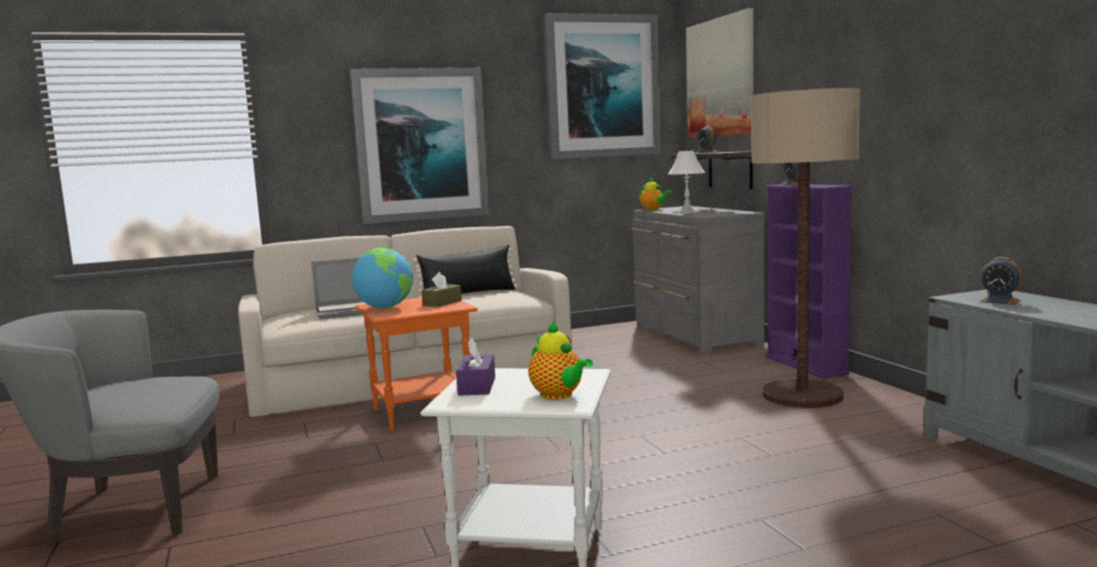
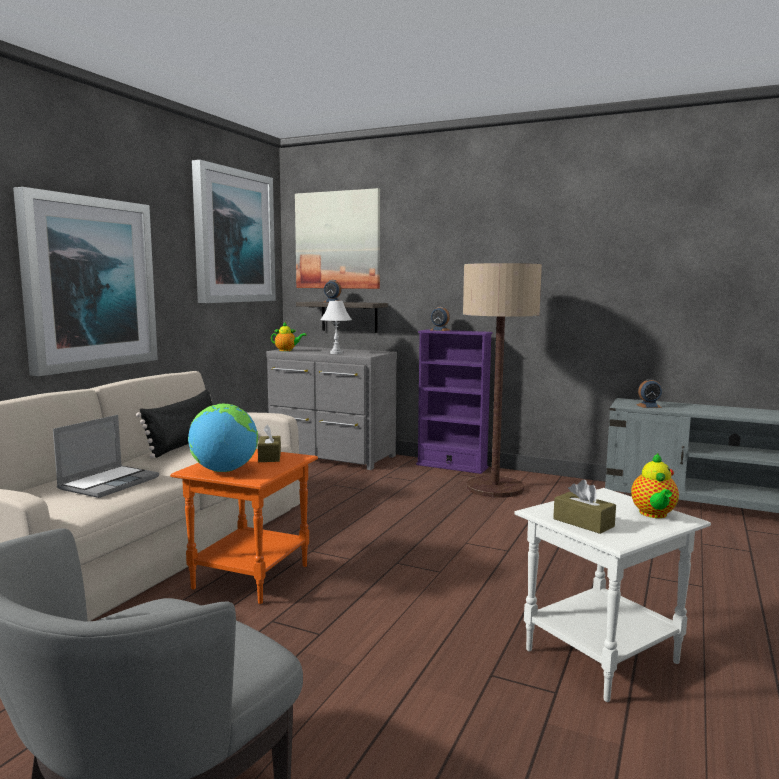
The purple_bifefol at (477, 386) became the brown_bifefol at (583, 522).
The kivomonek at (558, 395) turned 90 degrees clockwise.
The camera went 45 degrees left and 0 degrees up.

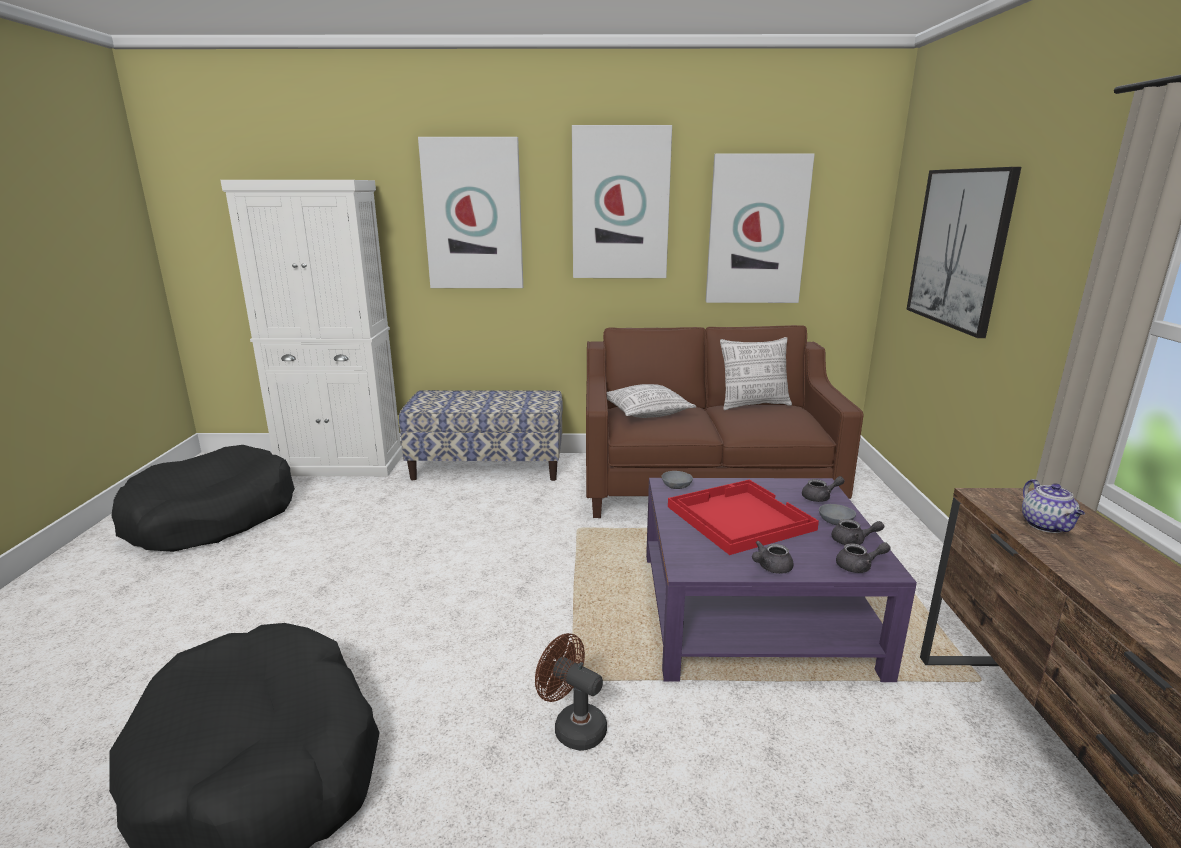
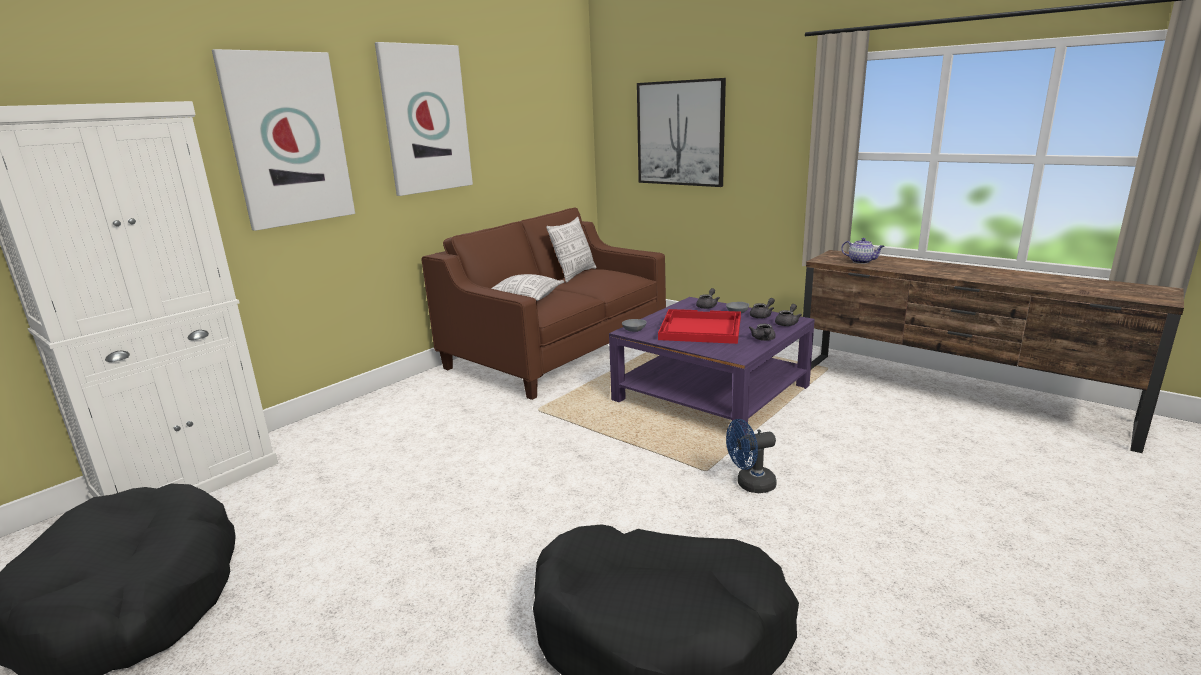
The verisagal at (488, 467) disappeared.
The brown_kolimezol at (573, 726) became the blue_kolimezol at (750, 485).
The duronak at (756, 230) disappeared.
The camera went 50 degrees left and 0 degrees up.

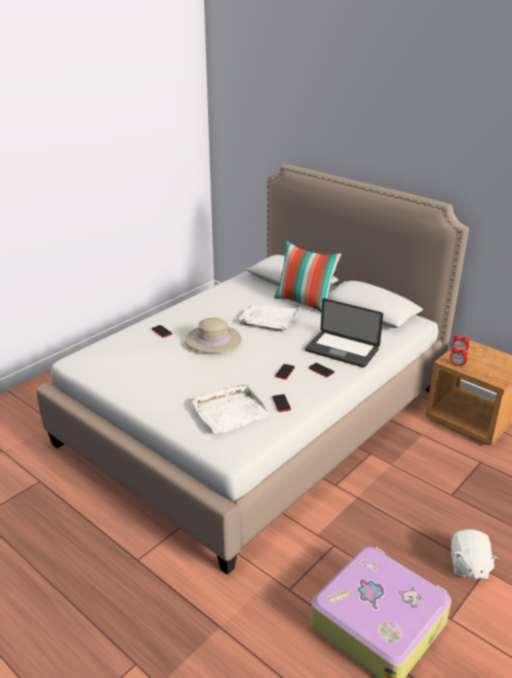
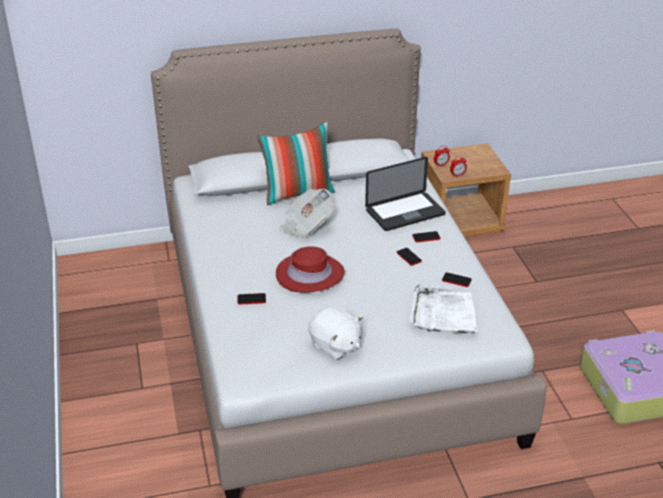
The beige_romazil at (213, 341) became the red_romazil at (310, 274).
The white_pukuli at (269, 319) was replaced by the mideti at (306, 225).
The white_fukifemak moved from (468, 566) to (335, 346).
The camera went 55 degrees left and 5 degrees up.

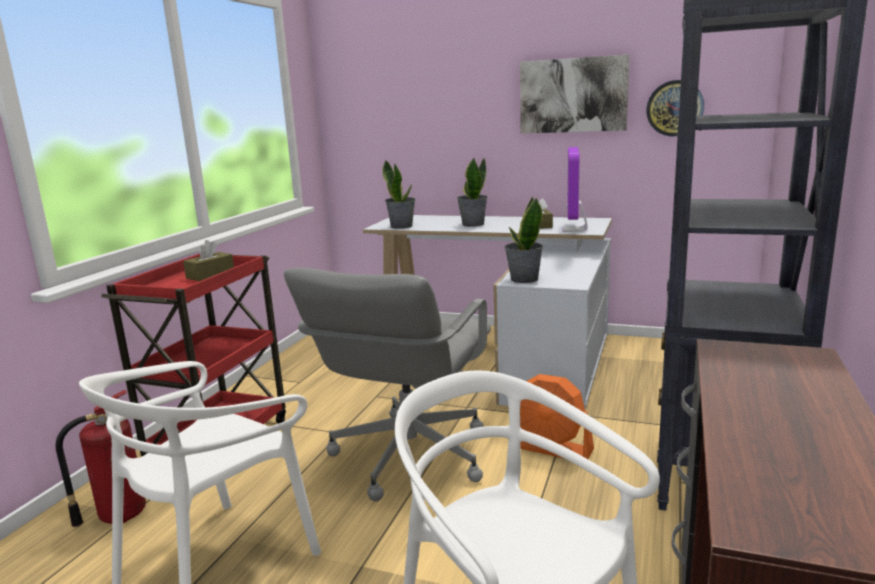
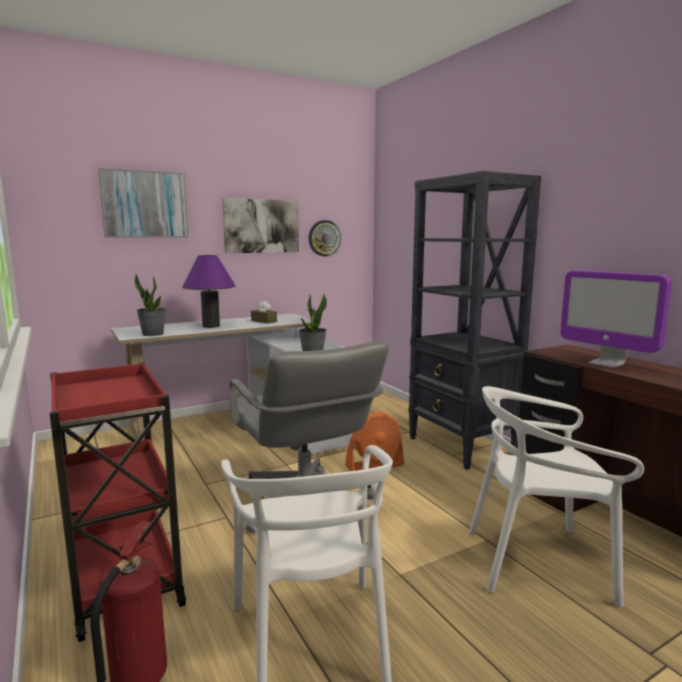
The brown_bifefol at (210, 275) disappeared.
The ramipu at (472, 224) was replaced by the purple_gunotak at (211, 326).
The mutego moved from (574, 229) to (606, 363).
The duronak at (144, 204) appeared.
The camera went 50 degrees left and 5 degrees down.

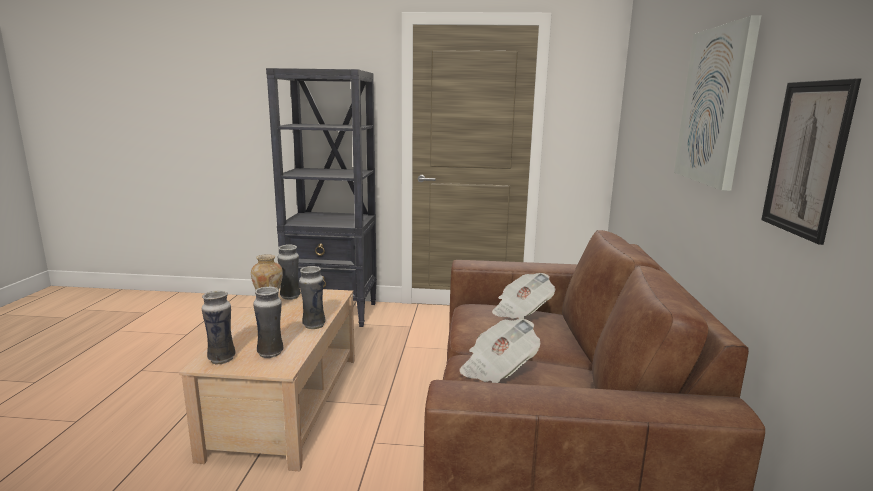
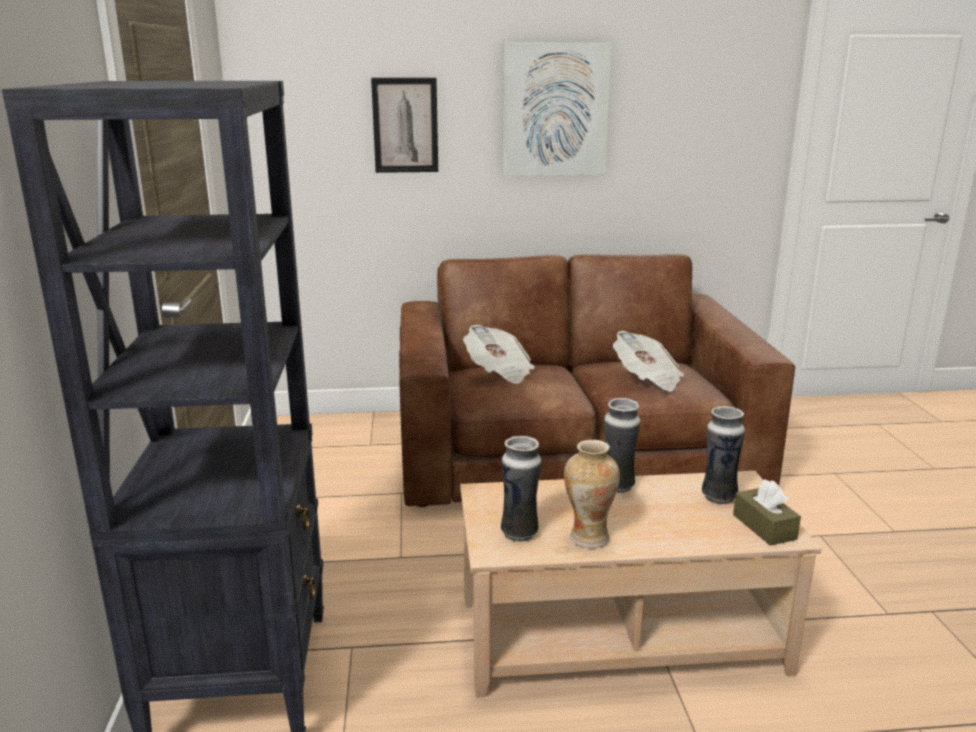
The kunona at (221, 359) was replaced by the brown_bifefol at (764, 527).
The duronak moved from (806, 159) to (405, 125).
The camera went 100 degrees left and 5 degrees up.

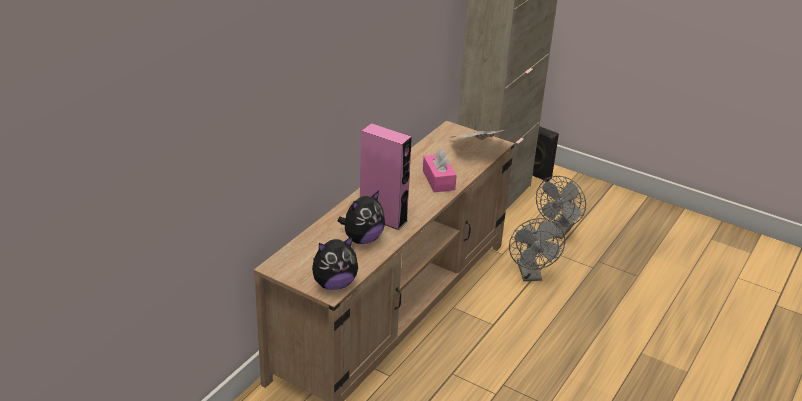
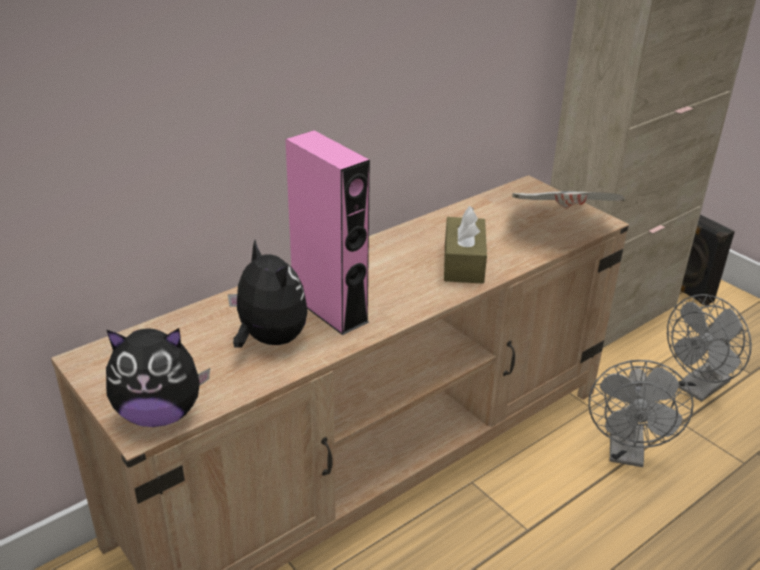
The fukifemak at (362, 239) turned 105 degrees counterclockwise.
The pink_bifefol at (438, 180) became the brown_bifefol at (463, 263).
The camera went 20 degrees right and 0 degrees up.

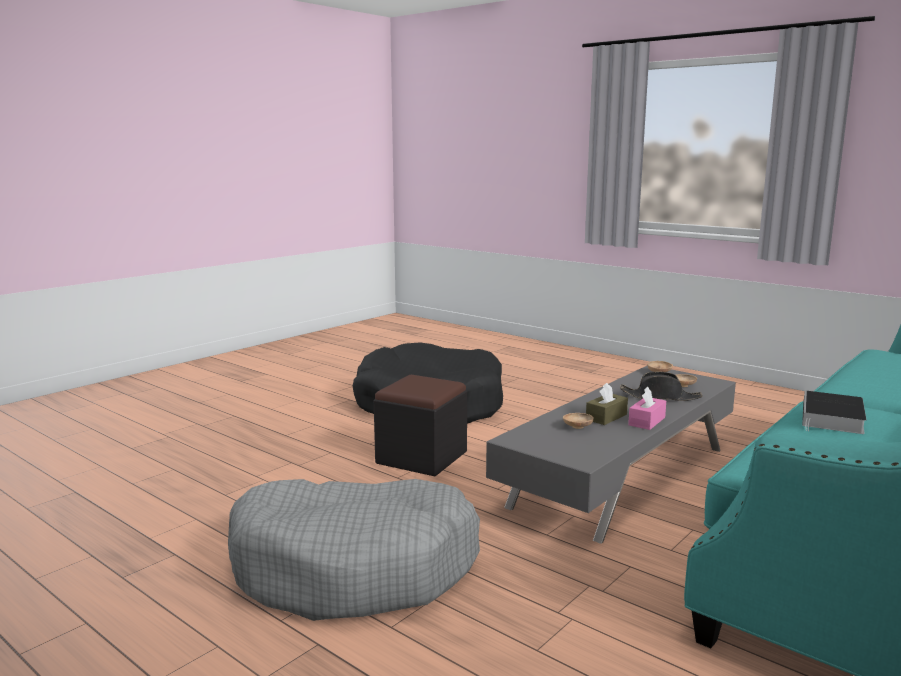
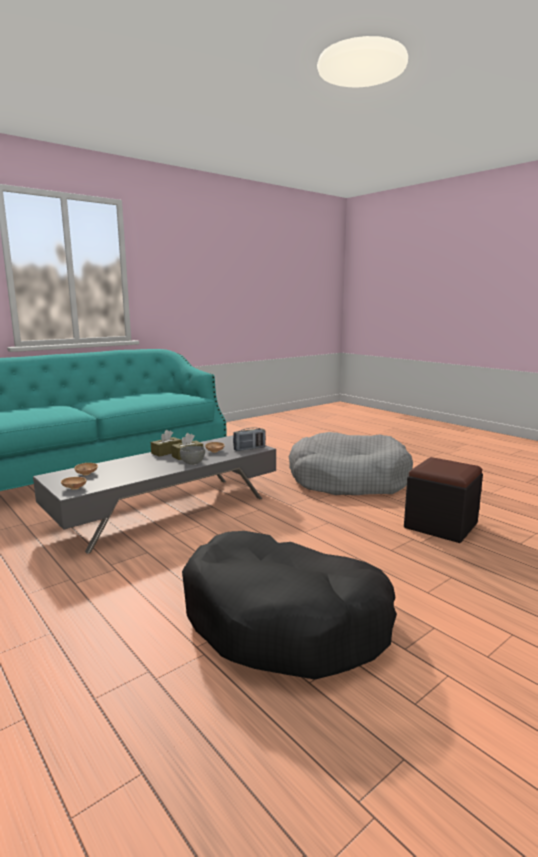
The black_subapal moved from (421, 457) to (440, 525).
The black_romazil at (660, 397) disappeared.
The pink_bifefol at (646, 421) became the brown_bifefol at (166, 452).
The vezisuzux at (832, 418) disappeared.
The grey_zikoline at (192, 463) appeared.
The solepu at (249, 449) appeared.
The camera went 170 degrees left and 0 degrees up.

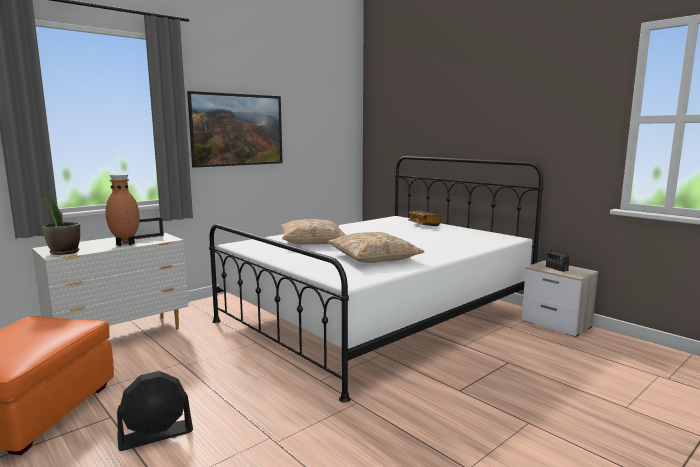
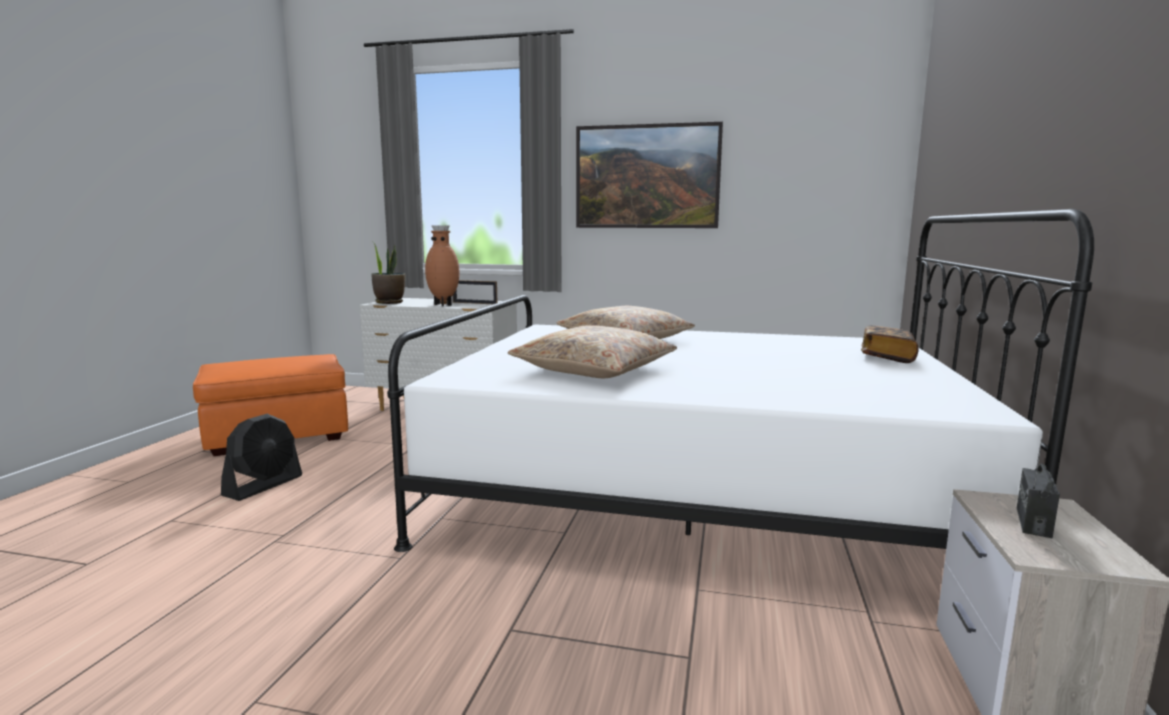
The black_kolimezol at (156, 435) turned 90 degrees counterclockwise.
The camera went 55 degrees right and 0 degrees up.

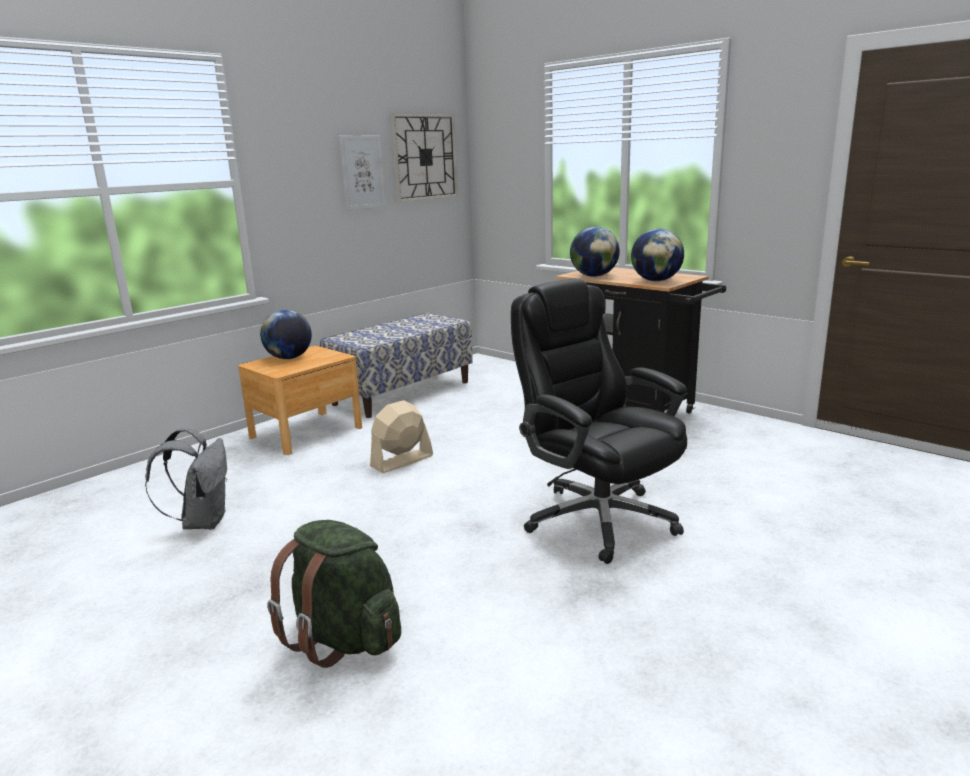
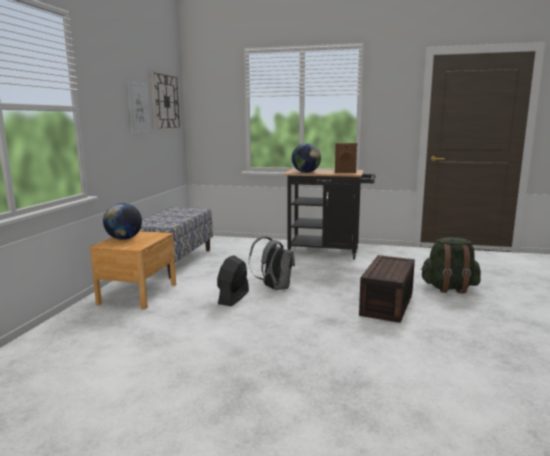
The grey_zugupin moved from (203, 521) to (274, 288).
The green_zugupin moved from (344, 638) to (449, 288).
The beige_kolimezol at (401, 461) became the black_kolimezol at (233, 297).
The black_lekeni at (597, 519) was replaced by the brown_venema at (386, 303).
The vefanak at (656, 280) was replaced by the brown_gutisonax at (345, 172).
The camera went 30 degrees left and 5 degrees down.

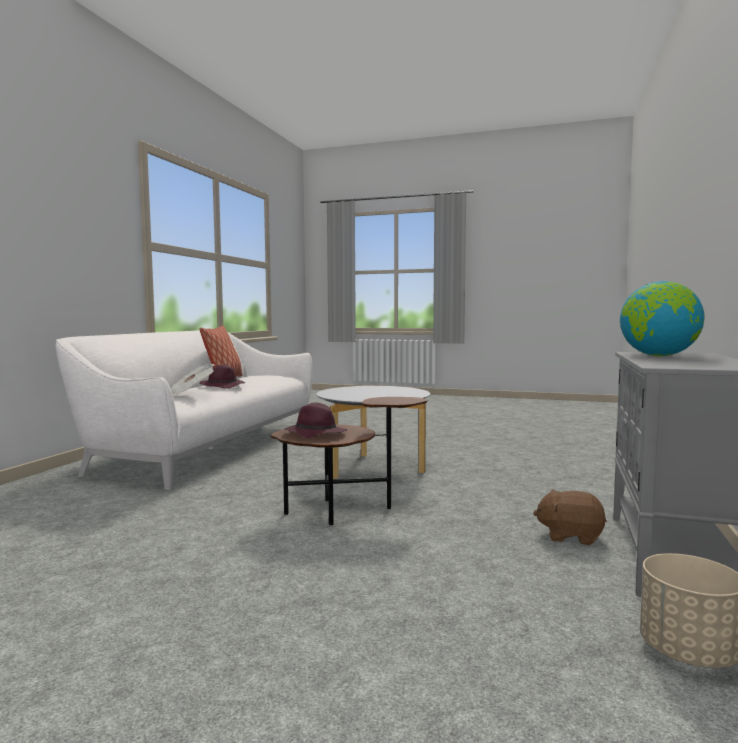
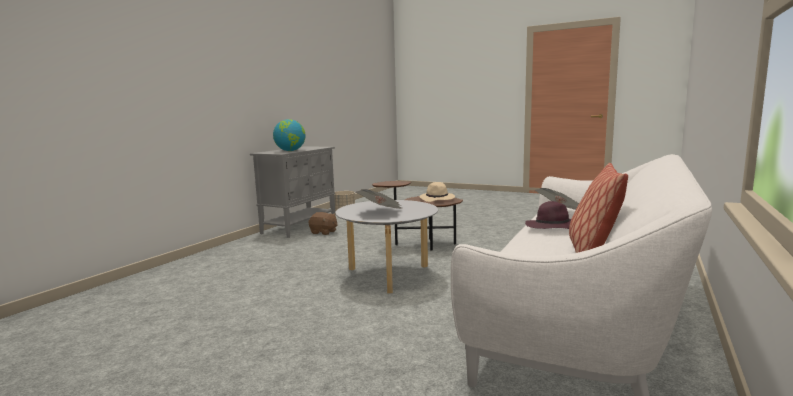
The purple_romazil at (315, 434) became the beige_romazil at (437, 199).
The mideti at (381, 212) appeared.
The camera went 170 degrees left and 5 degrees up.

